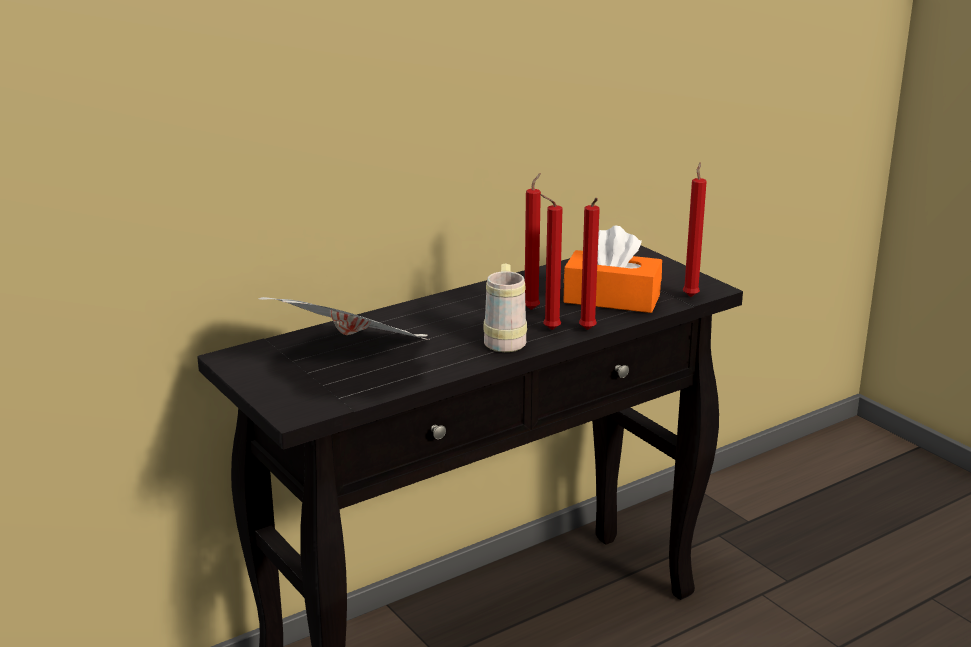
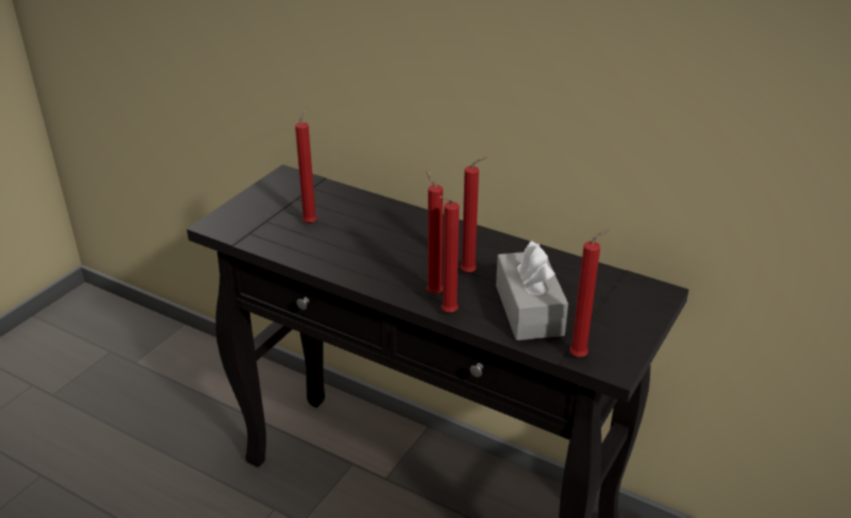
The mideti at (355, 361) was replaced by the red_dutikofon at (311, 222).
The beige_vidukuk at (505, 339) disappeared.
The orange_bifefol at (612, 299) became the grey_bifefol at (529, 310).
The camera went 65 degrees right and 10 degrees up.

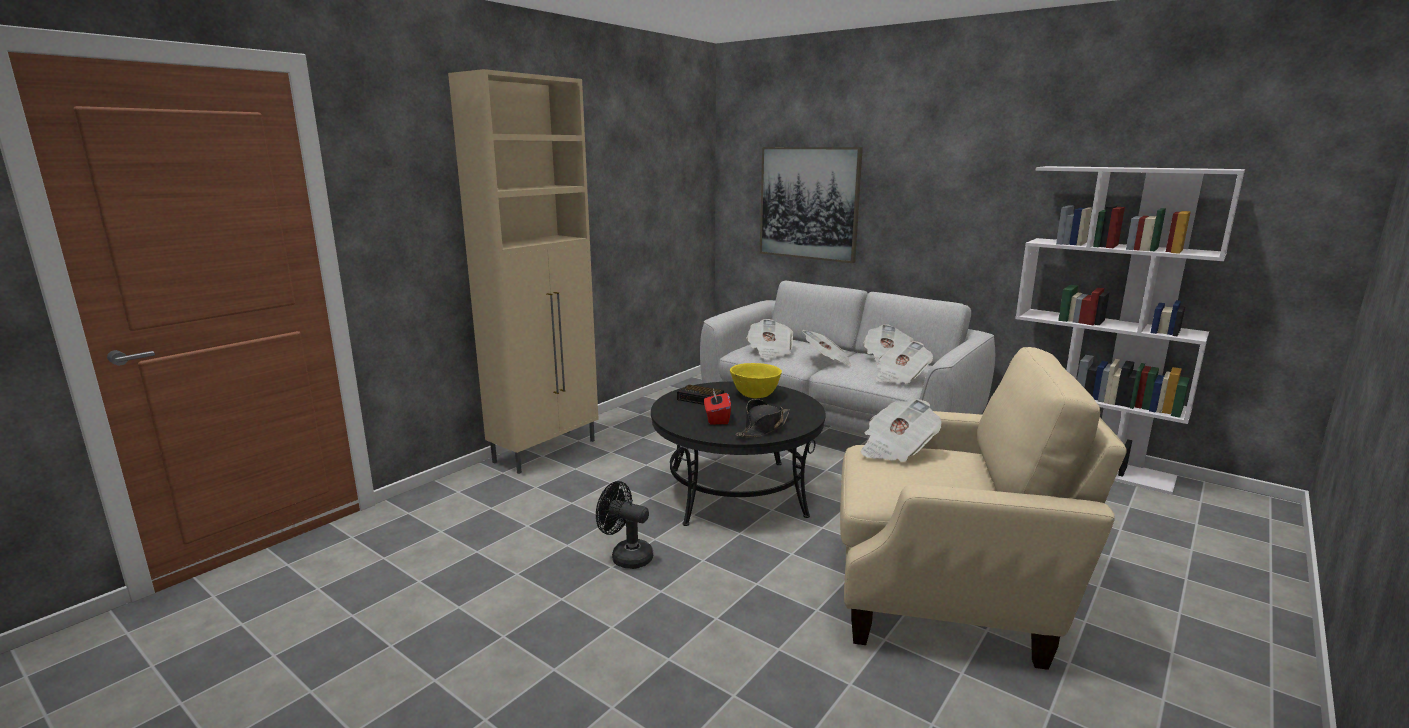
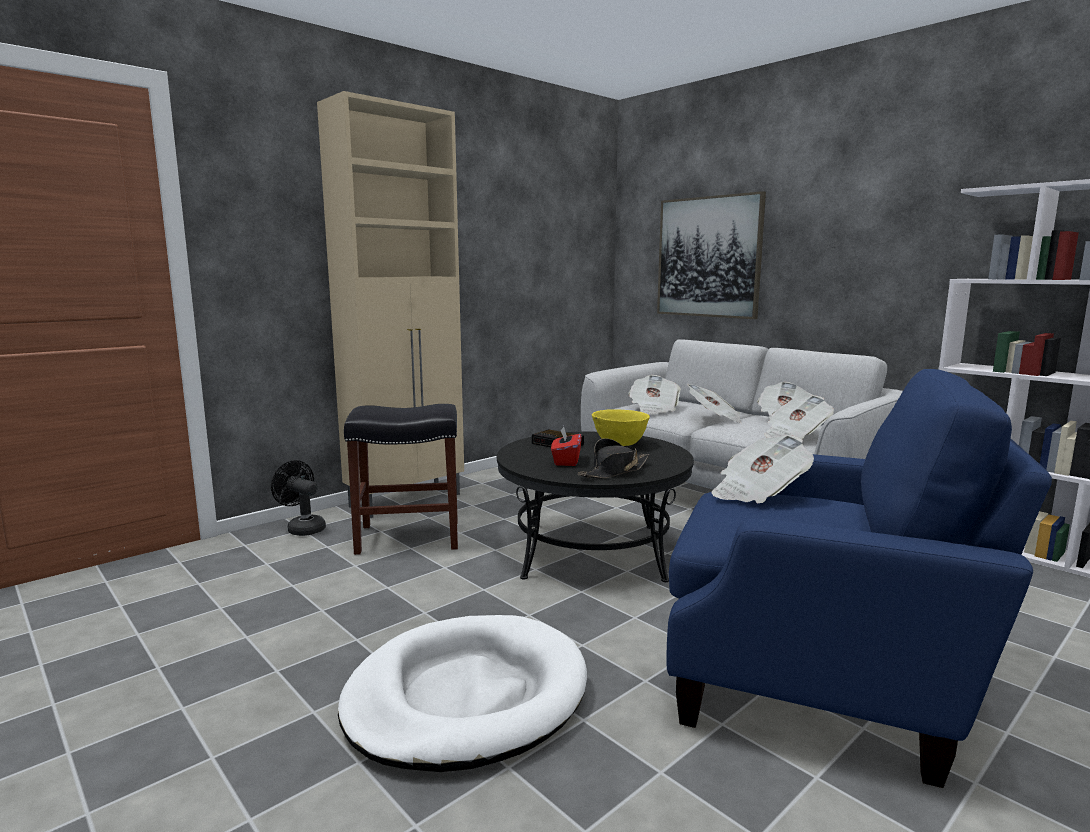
The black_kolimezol moved from (626, 556) to (302, 528).
The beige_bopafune at (945, 592) became the blue_bopafune at (817, 678).
The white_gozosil at (466, 697) appeared.
The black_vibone at (410, 536) appeared.
The camera went 10 degrees right and 5 degrees down.

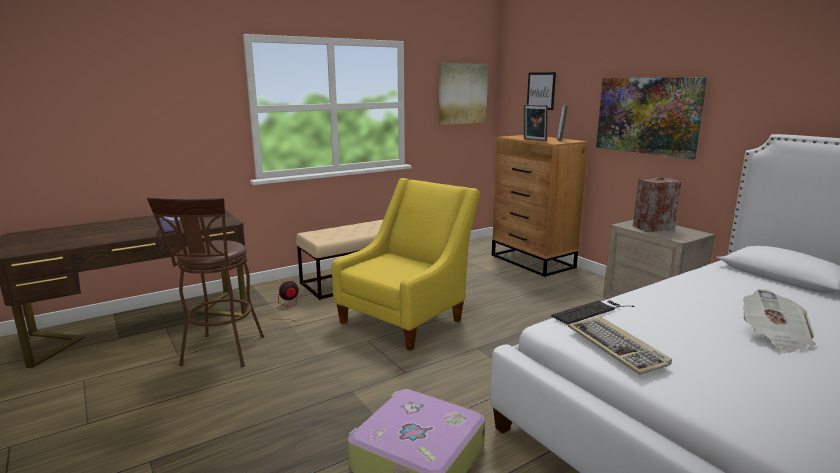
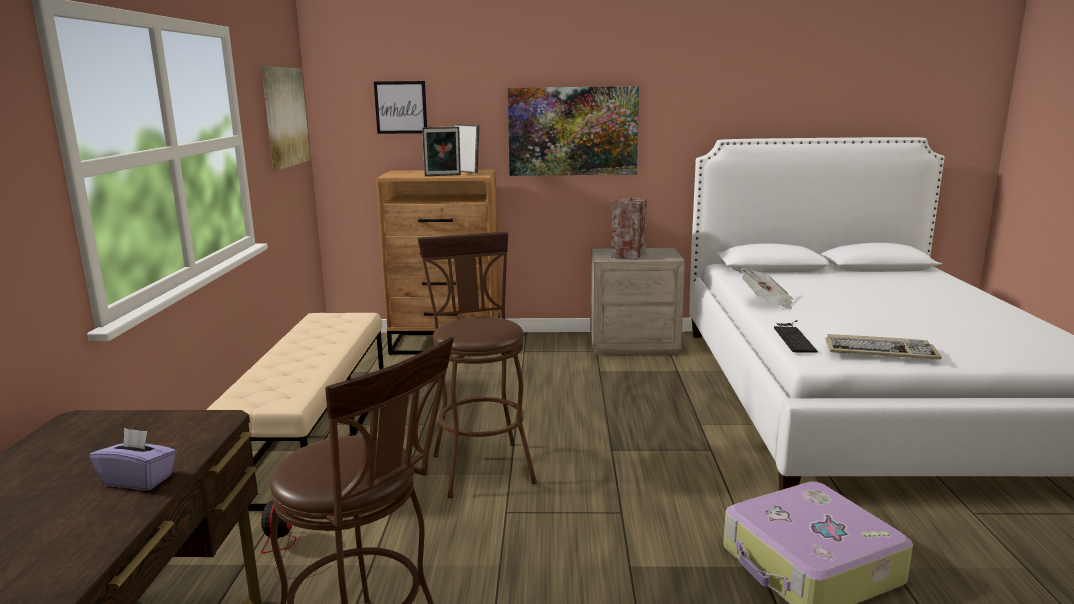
The yellow_bopafune at (407, 318) was replaced by the brown_vibone at (480, 464).
The mideti moved from (774, 337) to (767, 303).
The camera went 55 degrees left and 0 degrees up.

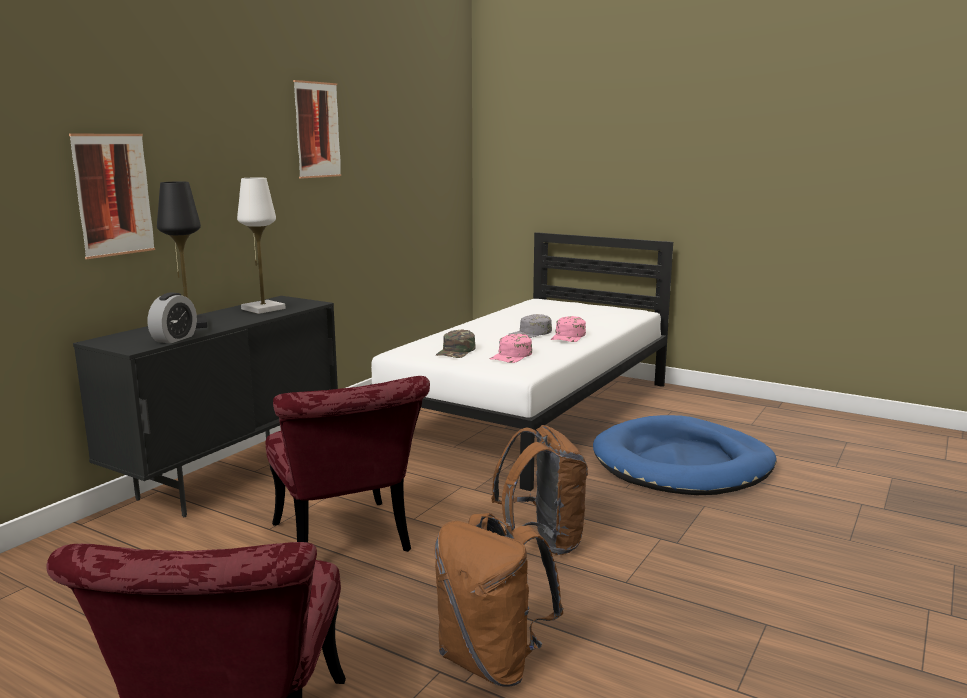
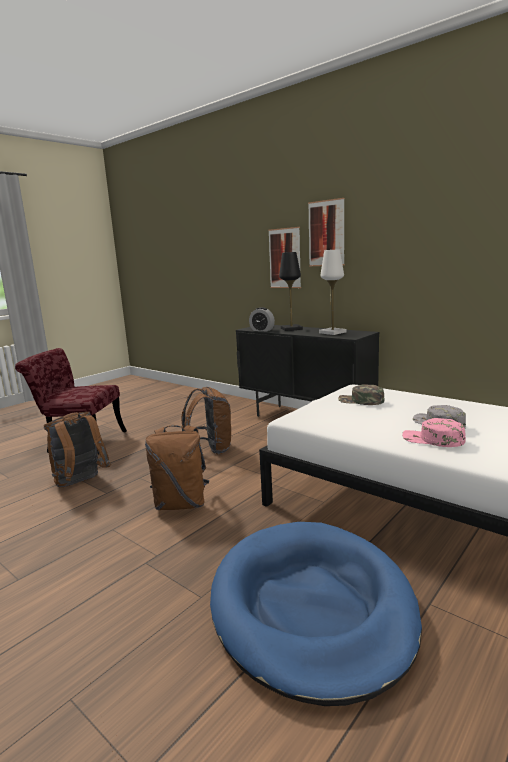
The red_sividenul at (346, 544) was replaced by the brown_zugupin at (211, 449).
The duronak moved from (317, 130) to (326, 233).
The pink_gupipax at (512, 356) disappeared.
The camera went 100 degrees right and 0 degrees up.

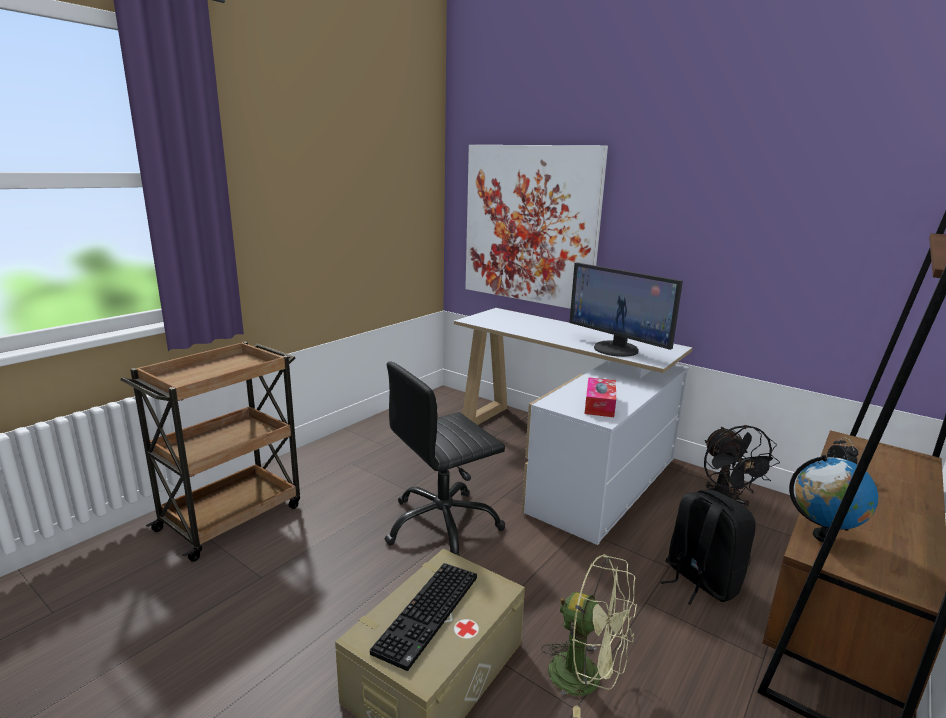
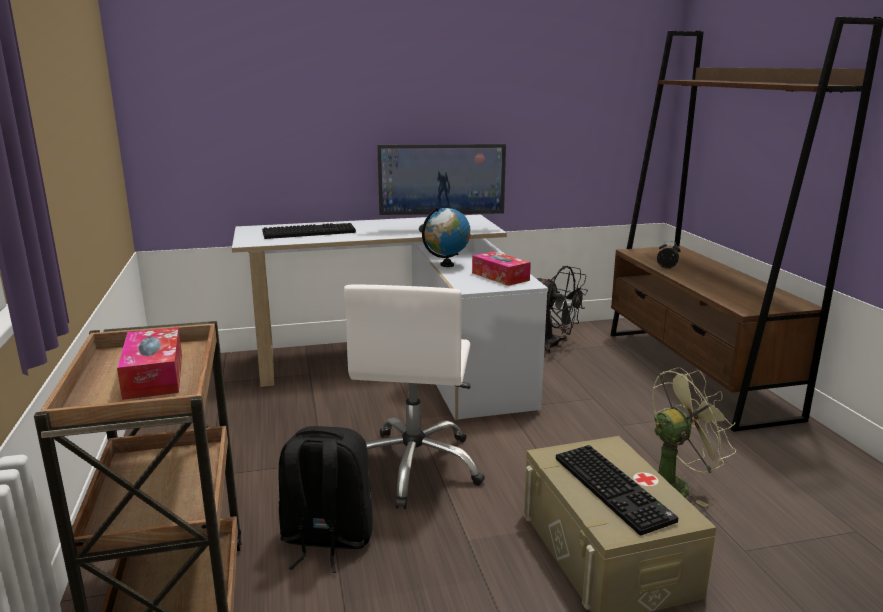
The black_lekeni at (443, 525) became the white_lekeni at (414, 467).
The duronak at (530, 225) disappeared.
The black_zugupin moved from (700, 581) to (326, 540).
The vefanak moved from (823, 536) to (447, 265).
The bifefol at (154, 376) appeared.
The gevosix at (310, 232) appeared.
The camera went 50 degrees left and 0 degrees up.

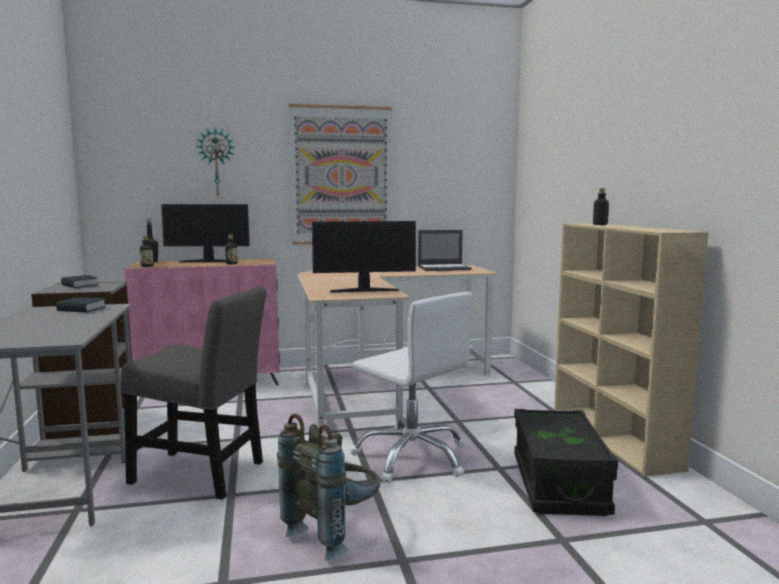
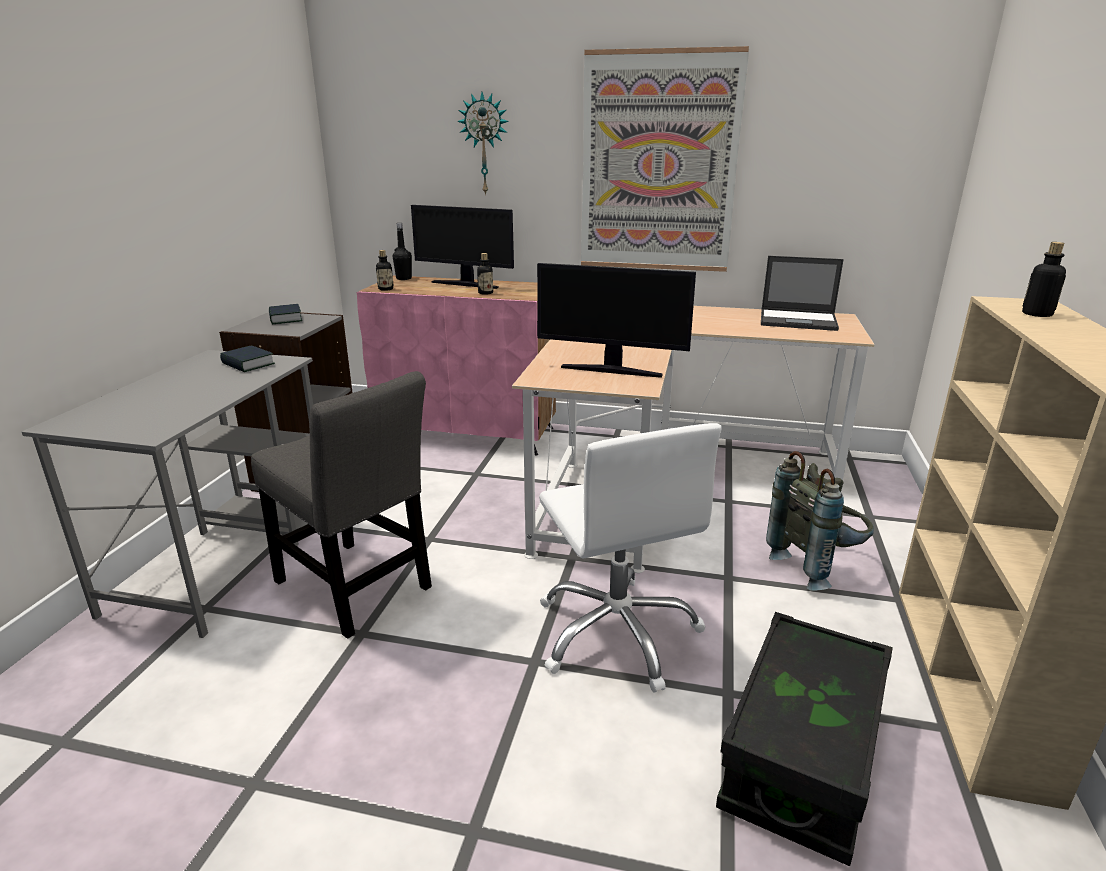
The grey_zugupin moved from (334, 532) to (816, 565).
The camera went 25 degrees right and 15 degrees up.

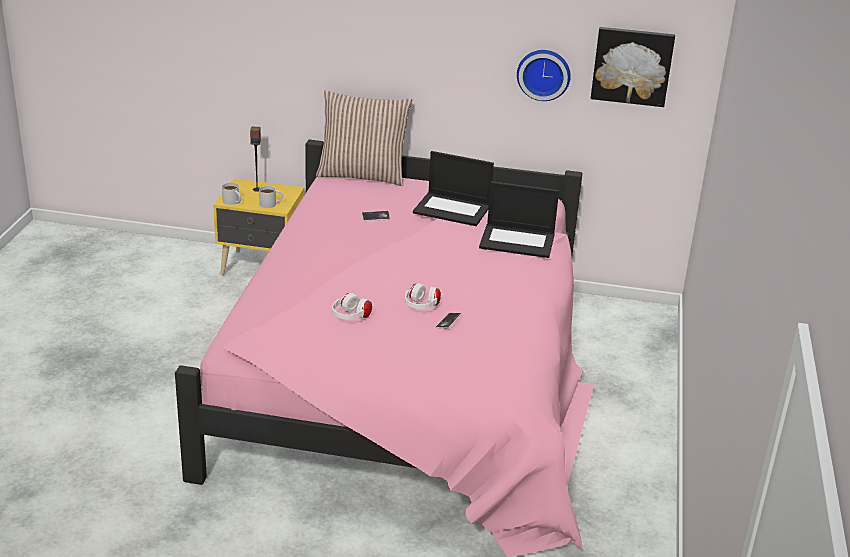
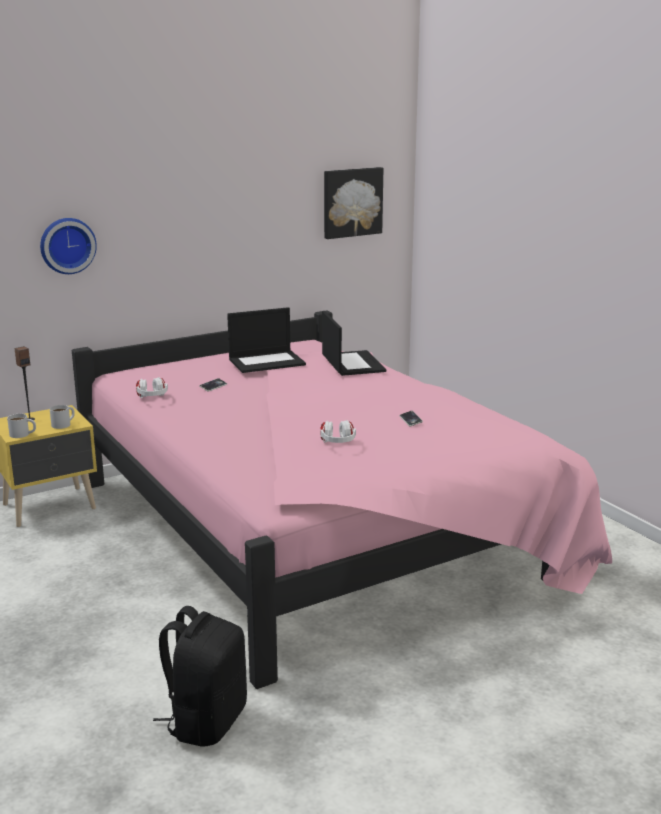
The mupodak at (362, 175) disappeared.
The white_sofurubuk moved from (421, 307) to (152, 399).
The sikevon at (518, 241) turned 75 degrees counterclockwise.
The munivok moved from (544, 73) to (67, 245).
The black_zugupin at (206, 721) appeared.
The camera went 40 degrees left and 10 degrees down.

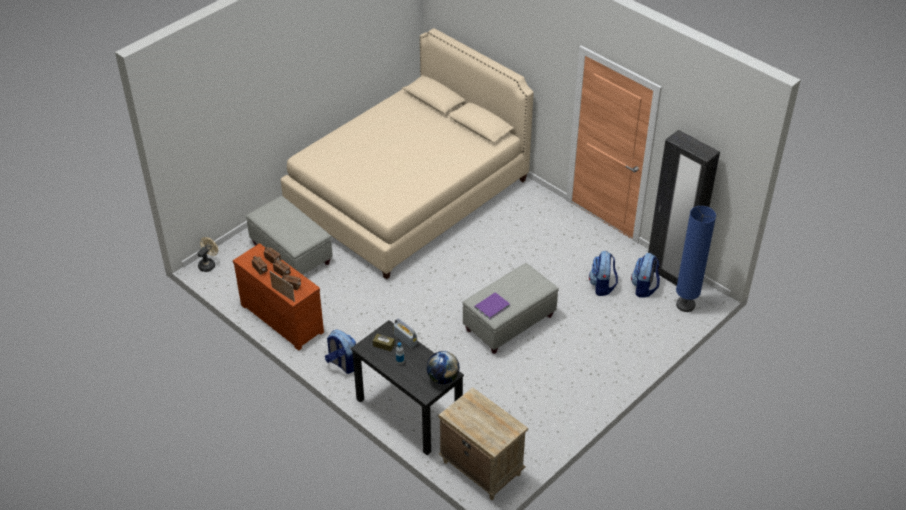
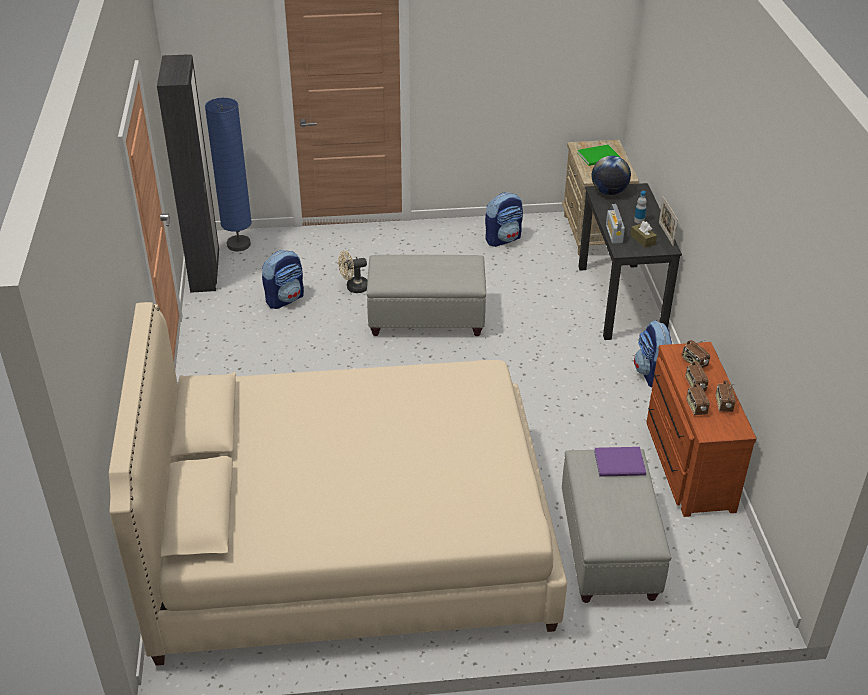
The beige_kolimezol moved from (208, 264) to (354, 288).
The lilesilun moved from (283, 294) to (666, 234).
The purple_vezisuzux moved from (491, 306) to (621, 464).
The zugupin moved from (644, 288) to (503, 239).
The green_vezisuzux at (600, 156) appeared.
The camera went 140 degrees left and 5 degrees down.

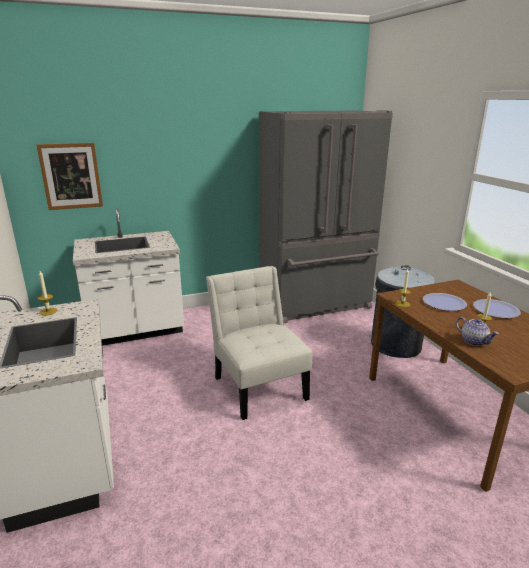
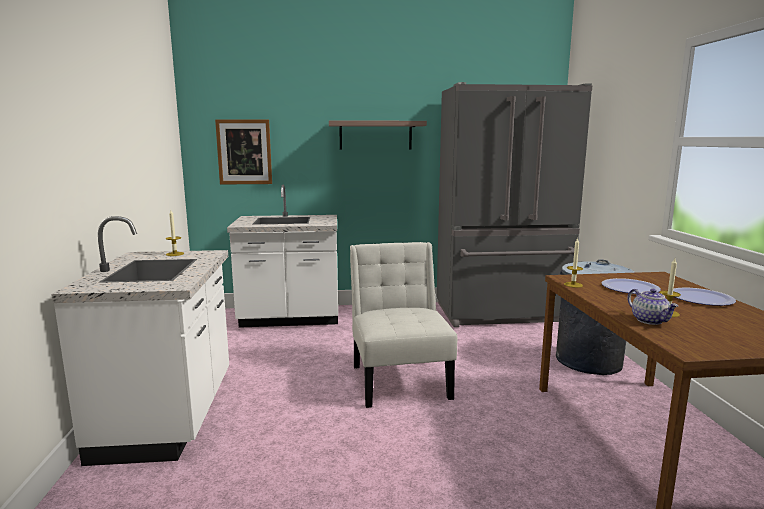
The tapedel at (375, 135) appeared.
The camera went 15 degrees right and 10 degrees down.

